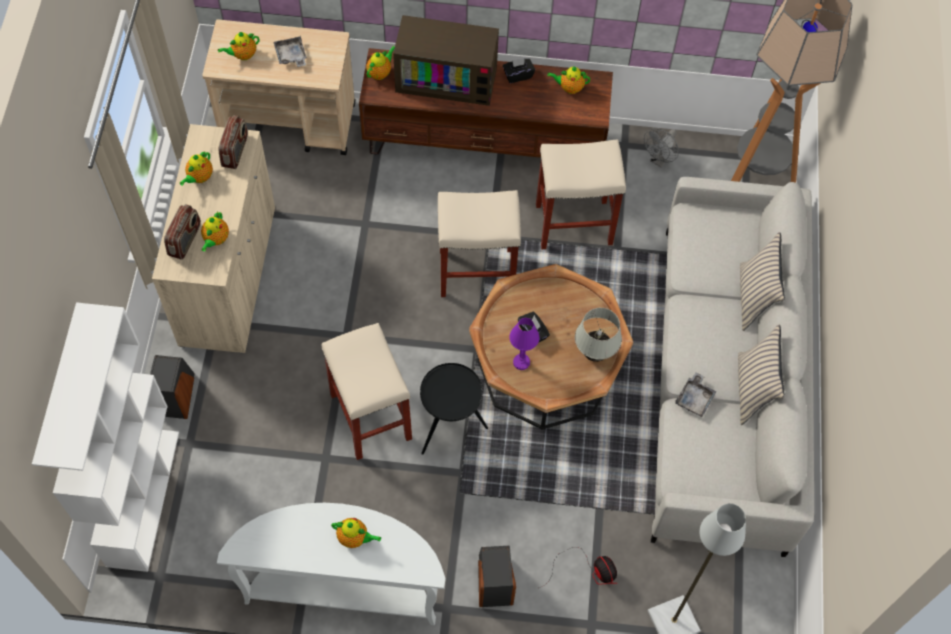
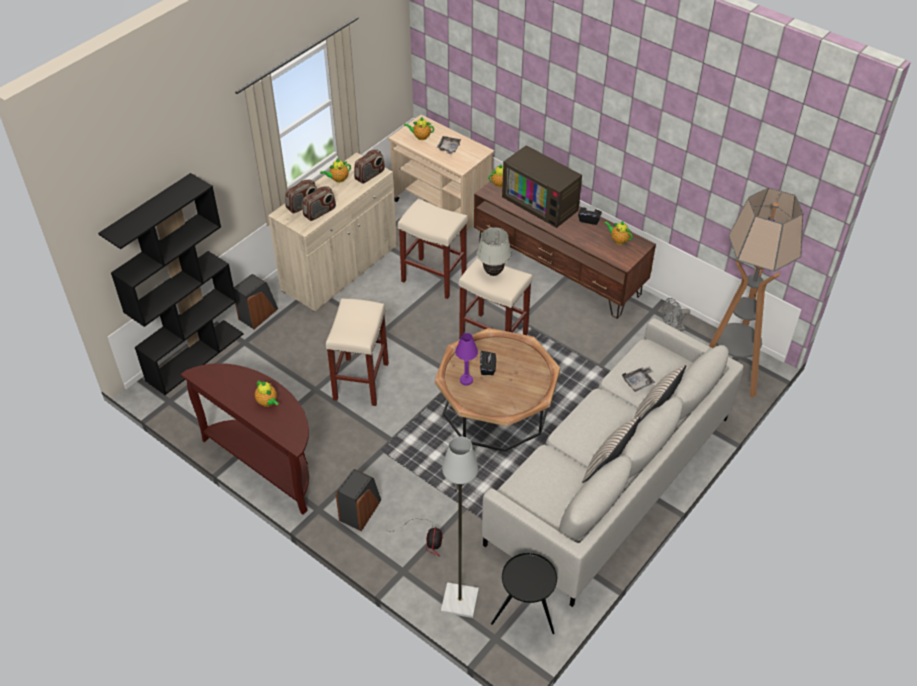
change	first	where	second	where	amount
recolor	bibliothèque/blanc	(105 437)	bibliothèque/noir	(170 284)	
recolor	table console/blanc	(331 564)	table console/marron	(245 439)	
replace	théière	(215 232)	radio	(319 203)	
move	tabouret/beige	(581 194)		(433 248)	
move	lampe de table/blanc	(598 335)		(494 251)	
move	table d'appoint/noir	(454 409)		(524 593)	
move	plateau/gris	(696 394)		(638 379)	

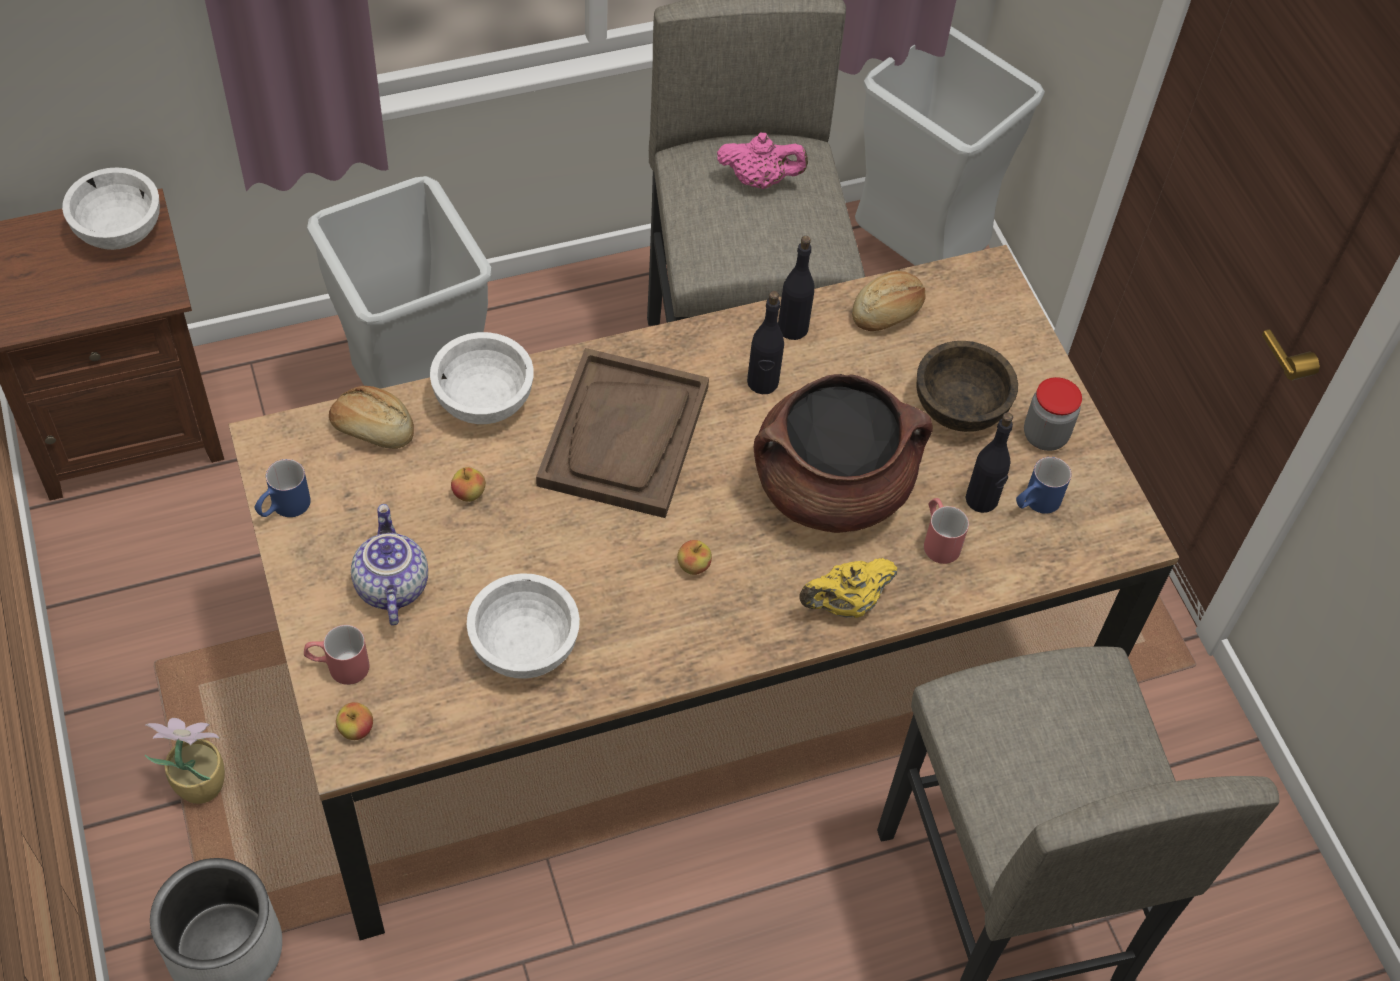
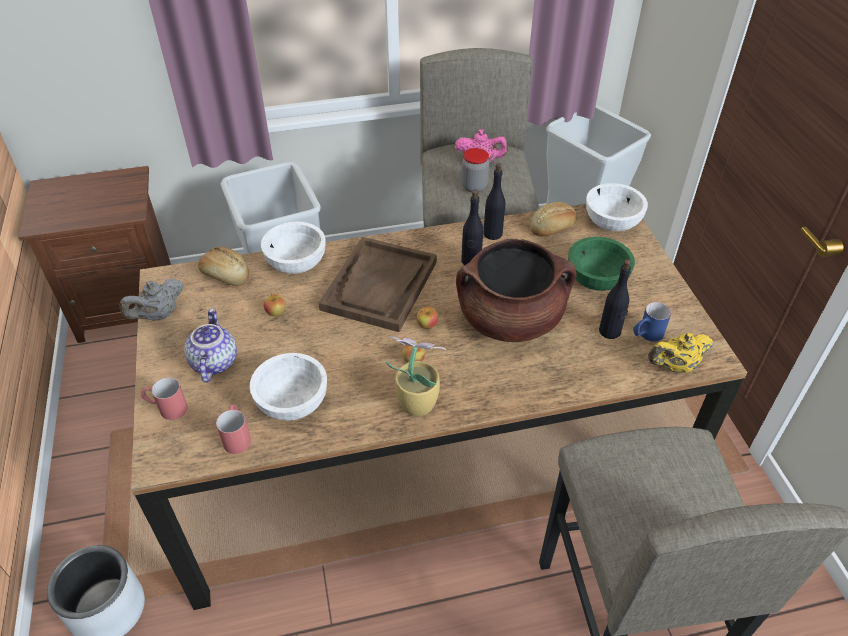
change	first	where	second	where	amount
replace	mug/bleu	(283 488)	théière/gris	(151 300)	
move	mug/rouge	(946 531)		(233 429)	
move	plante en pot	(185 761)		(415 376)	
move	pomme	(354 721)		(427 318)	
move	bocal	(1053 414)		(475 170)	
recolor	bol/marron	(967 386)	bol/vert	(601 264)	
move	bol/blanc	(111 208)		(617 207)	
move	théière/jaune	(848 588)		(680 353)	

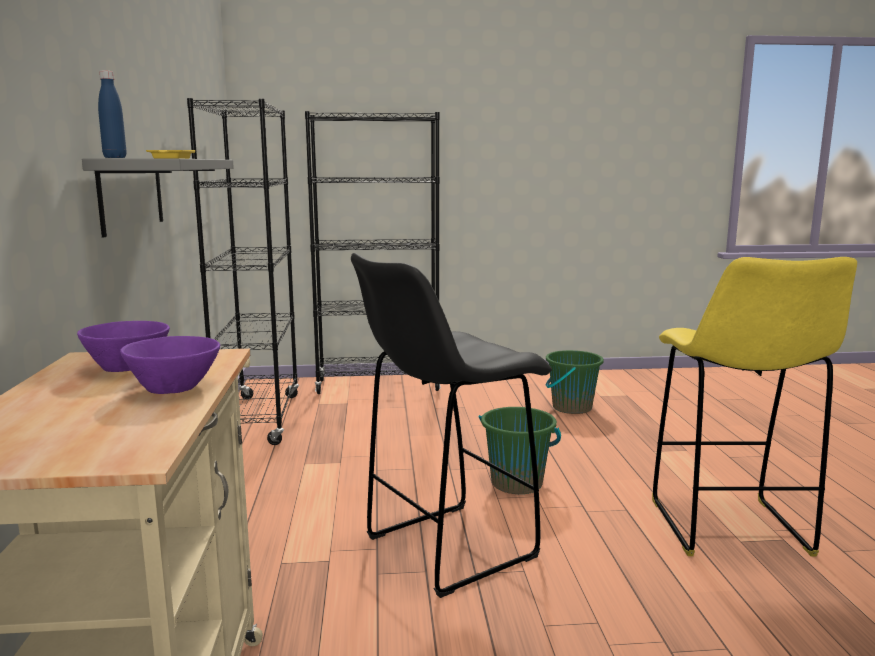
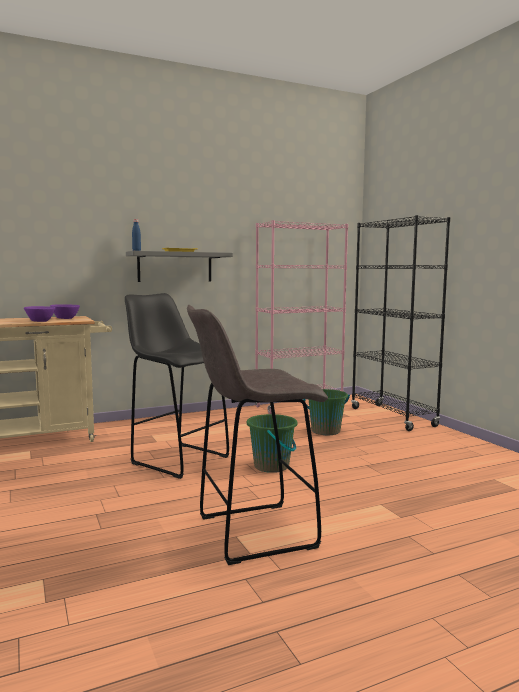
change	first	where	second	where	amount
recolor	tabouret/jaune	(754 406)	tabouret/gris	(257 435)	
recolor	bibliothèque/noir	(243 271)	bibliothèque/rose	(301 317)	
move	seau/vert	(575 382)		(326 412)	

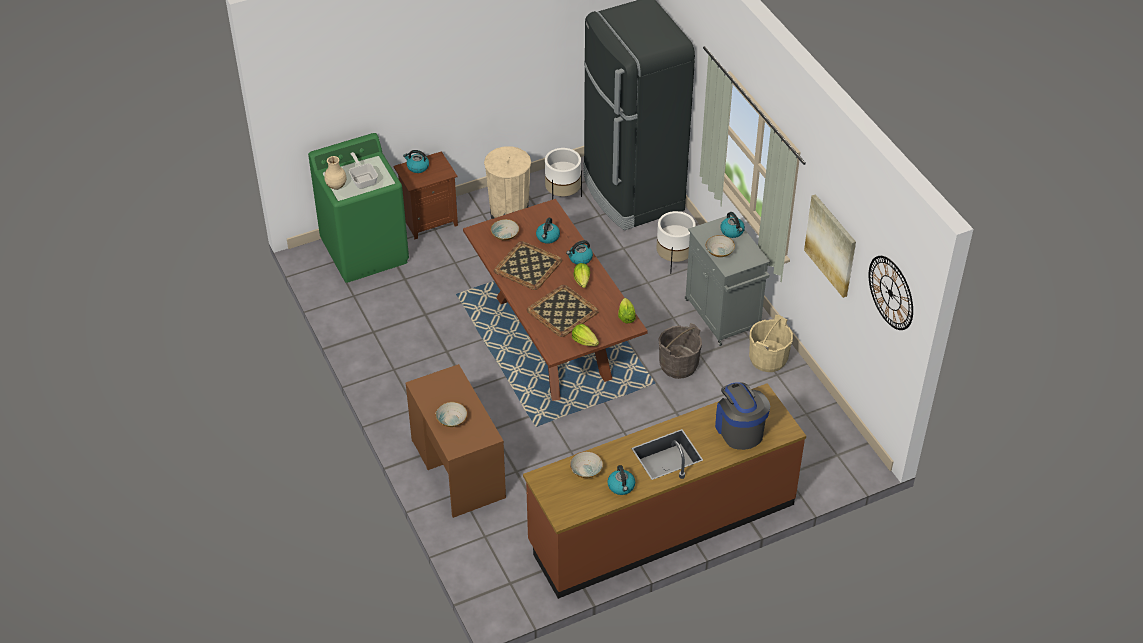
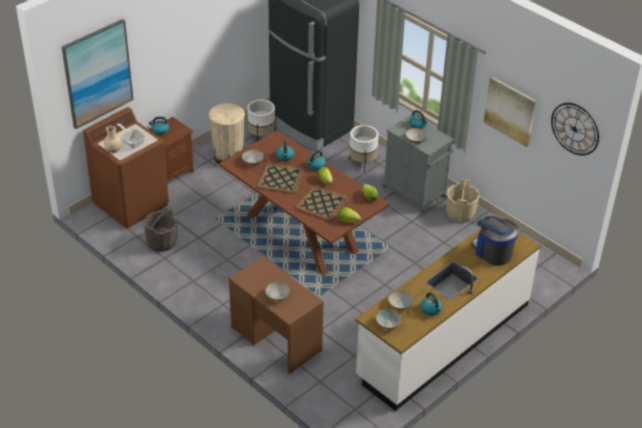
change	first	where	second	where	amount
insert			tableau	(97 74)	
recolor	lave-linge/vert	(358 208)	lave-linge/marron	(126 168)	
move	seau/gris	(680 351)		(160 230)	
recolor	comptoir de cuisine/marron	(664 491)	comptoir de cuisine/blanc	(448 319)	
insert			bol	(389 319)	

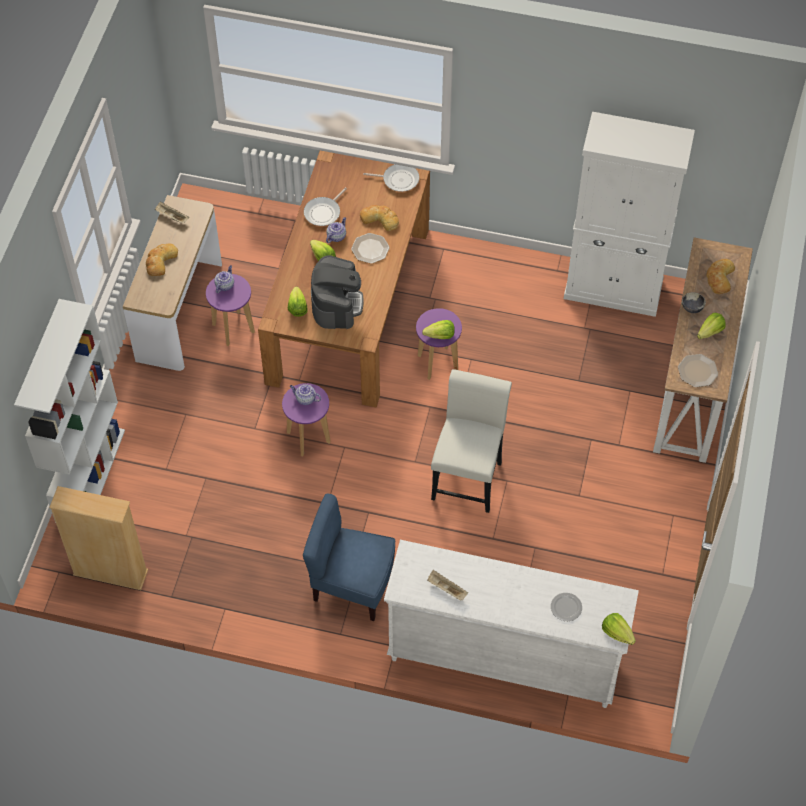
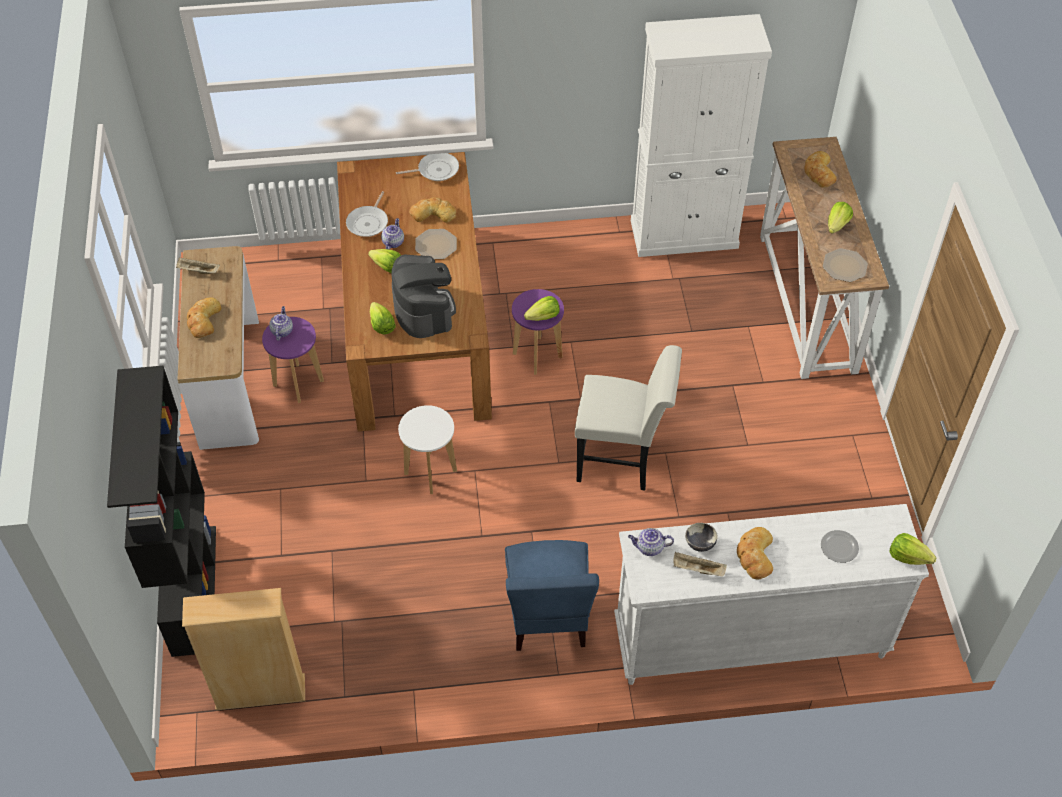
change	first	where	second	where	amount
recolor	bibliothèque/blanc	(69 411)	bibliothèque/noir	(161 511)	
recolor	tabouret/violet	(306 419)	tabouret/blanc	(427 449)	
rotate	chaise/bleu	(349 557)		(552 595)	90 degrees counterclockwise
rotate	chaise/blanc	(471 441)		(628 418)	105 degrees clockwise
move	théière	(305 395)		(651 542)	
move	bol	(694 302)		(701 537)	
insert			pain	(755 553)	

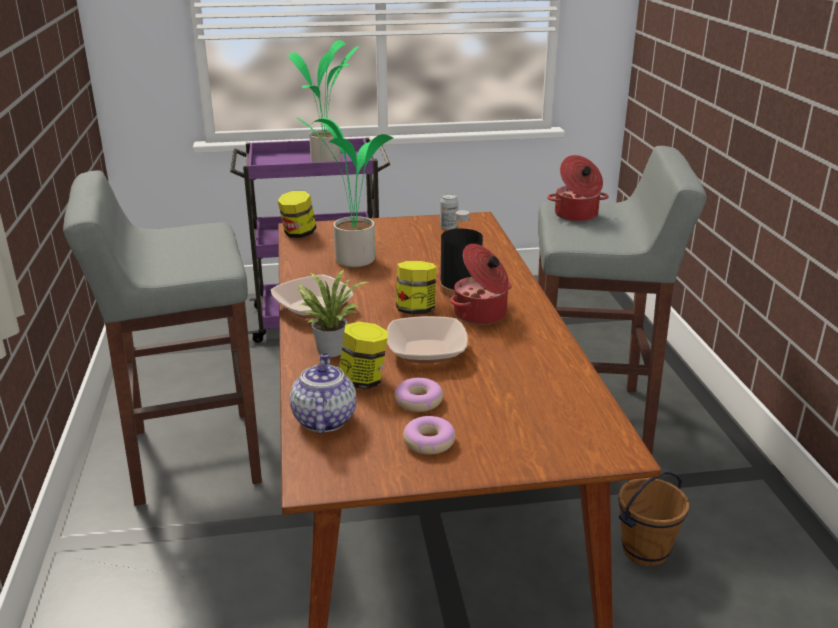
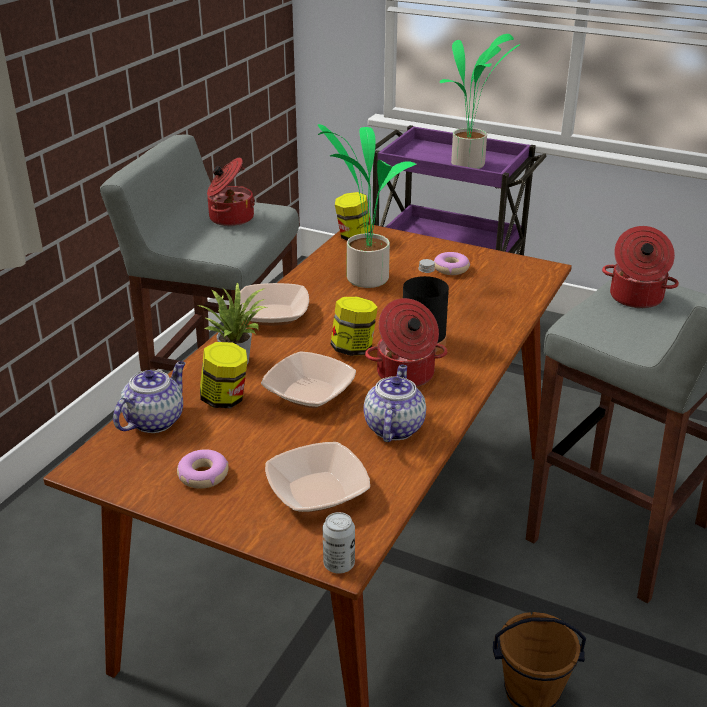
change	first	where	second	where	amount
insert			marmite	(231 192)	
insert			bol	(317 477)	
move	boîte métallique	(449 212)		(339 543)	
insert			théière	(394 403)	
move	beignet	(419 395)		(452 263)	

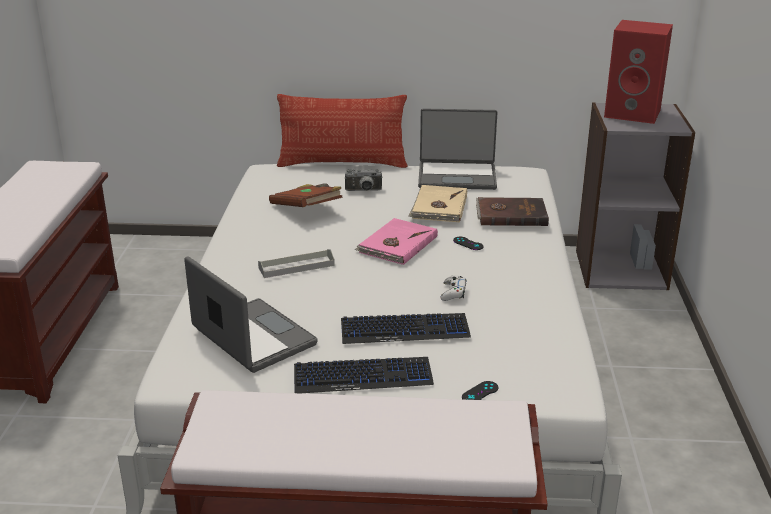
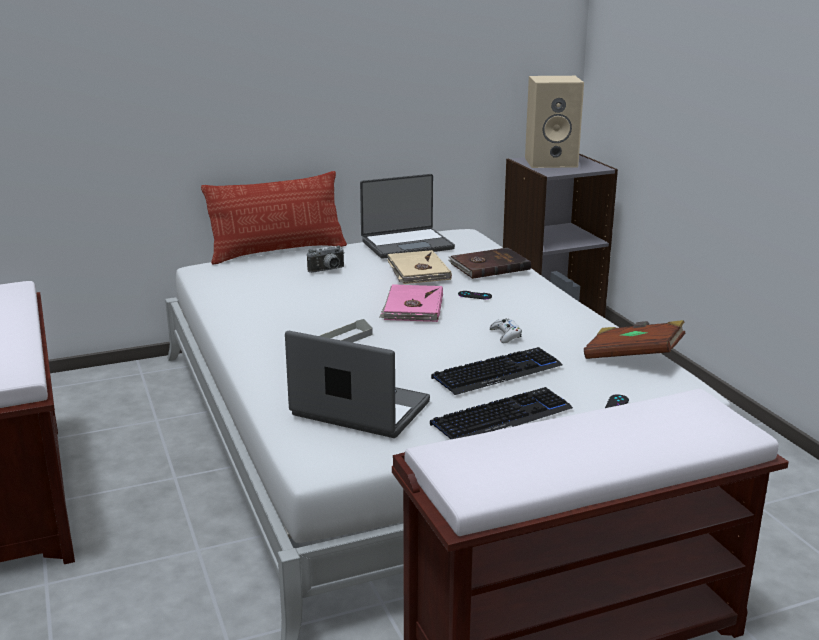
change	first	where	second	where	amount
recolor	enceinte/rouge	(638 72)	enceinte/beige	(554 122)	
move	livre/marron	(306 195)		(635 339)	

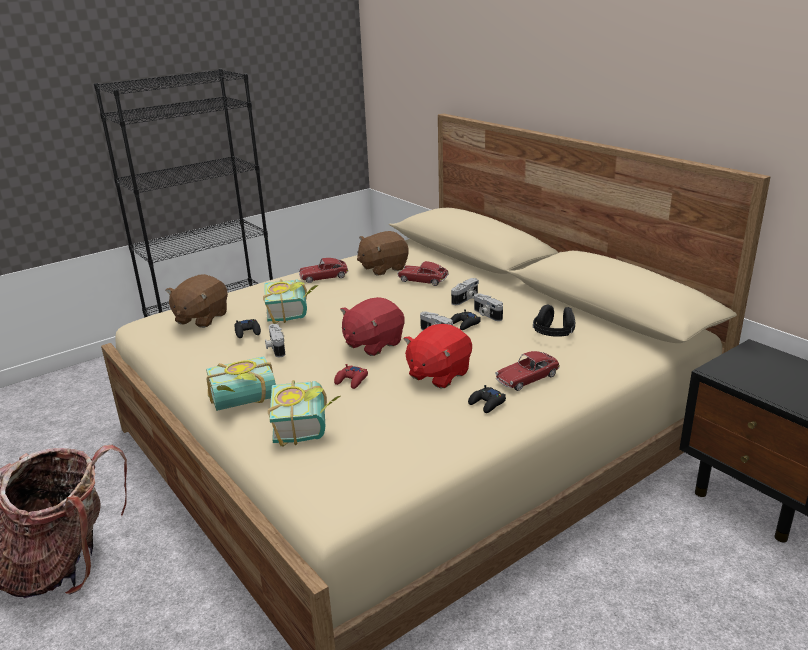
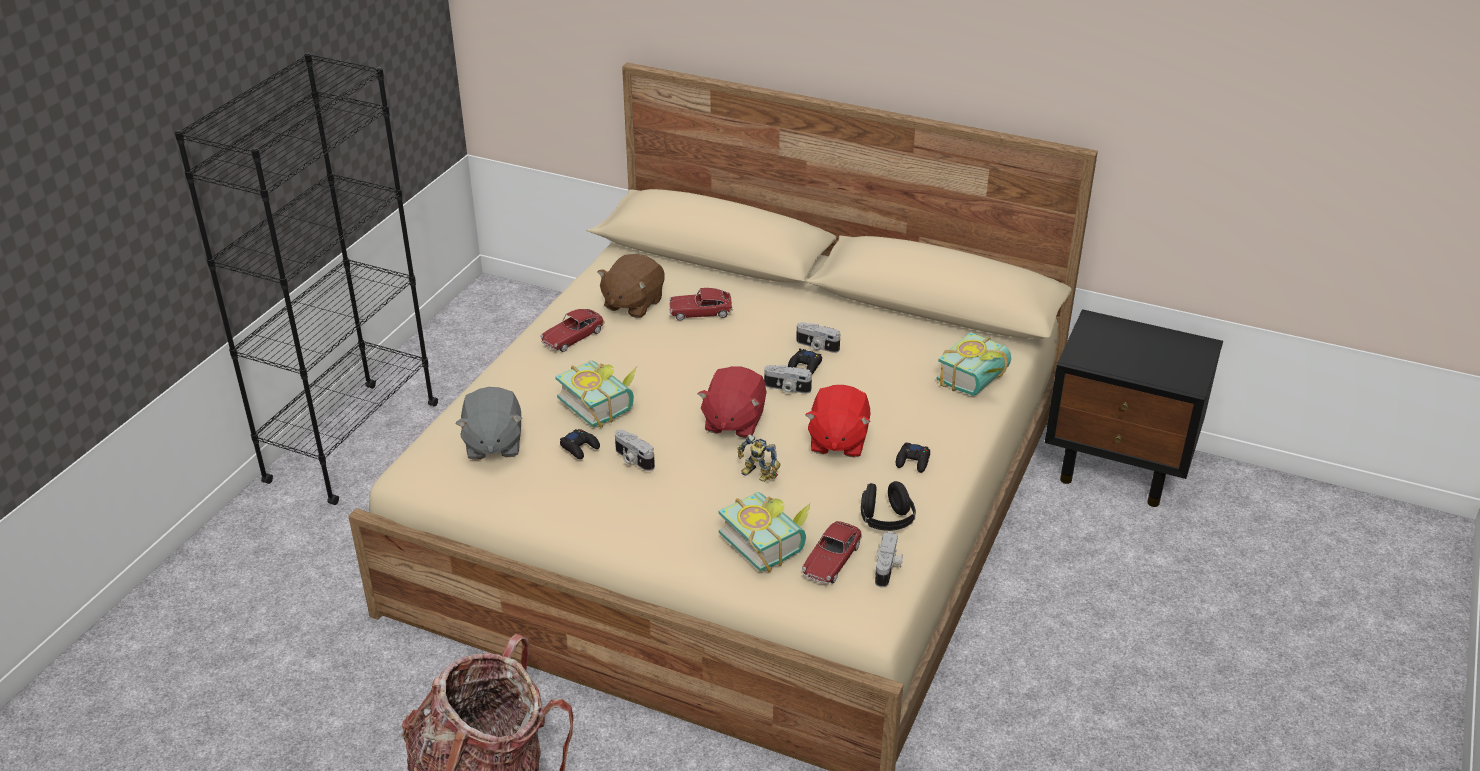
change	first	where	second	where	amount
recolor	peluche/marron	(196 301)	peluche/gris	(489 423)	
replace	manette/rouge	(351 376)	robot jouet	(759 458)	
move	petite voiture	(527 371)		(832 552)	
move	casque audio/noir	(554 321)		(888 506)	
move	appareil photo	(465 291)		(889 559)	
move	livre	(241 383)		(973 364)	

